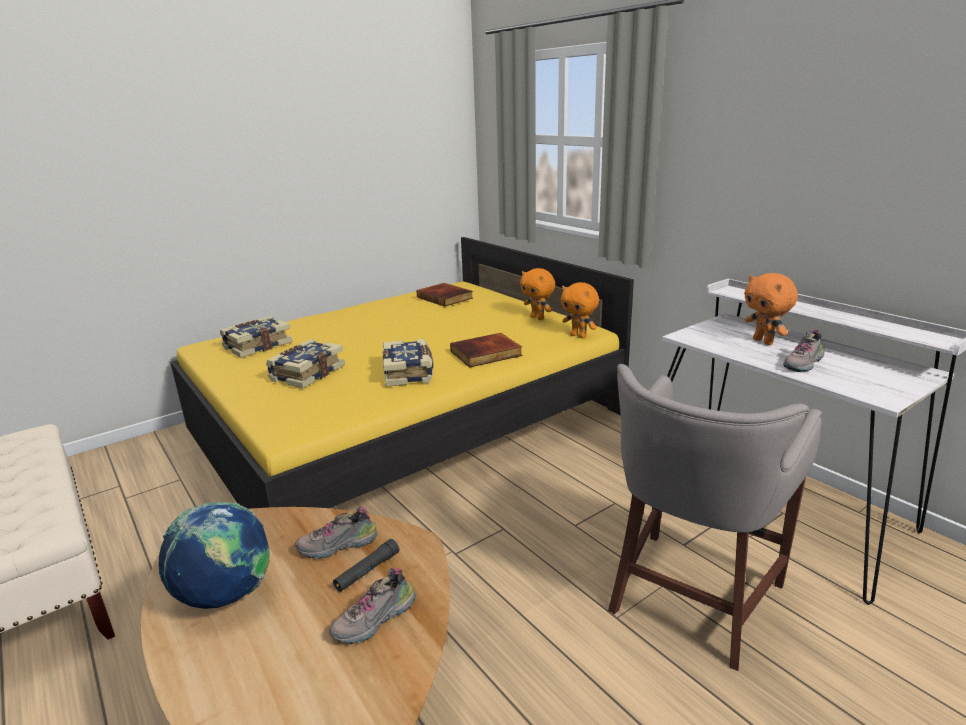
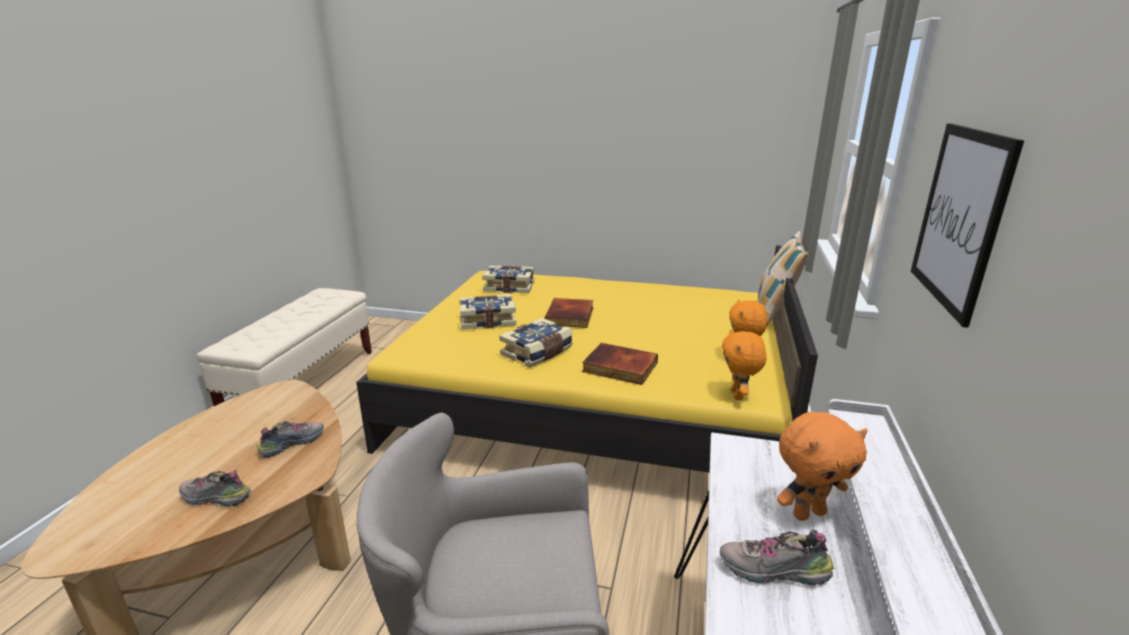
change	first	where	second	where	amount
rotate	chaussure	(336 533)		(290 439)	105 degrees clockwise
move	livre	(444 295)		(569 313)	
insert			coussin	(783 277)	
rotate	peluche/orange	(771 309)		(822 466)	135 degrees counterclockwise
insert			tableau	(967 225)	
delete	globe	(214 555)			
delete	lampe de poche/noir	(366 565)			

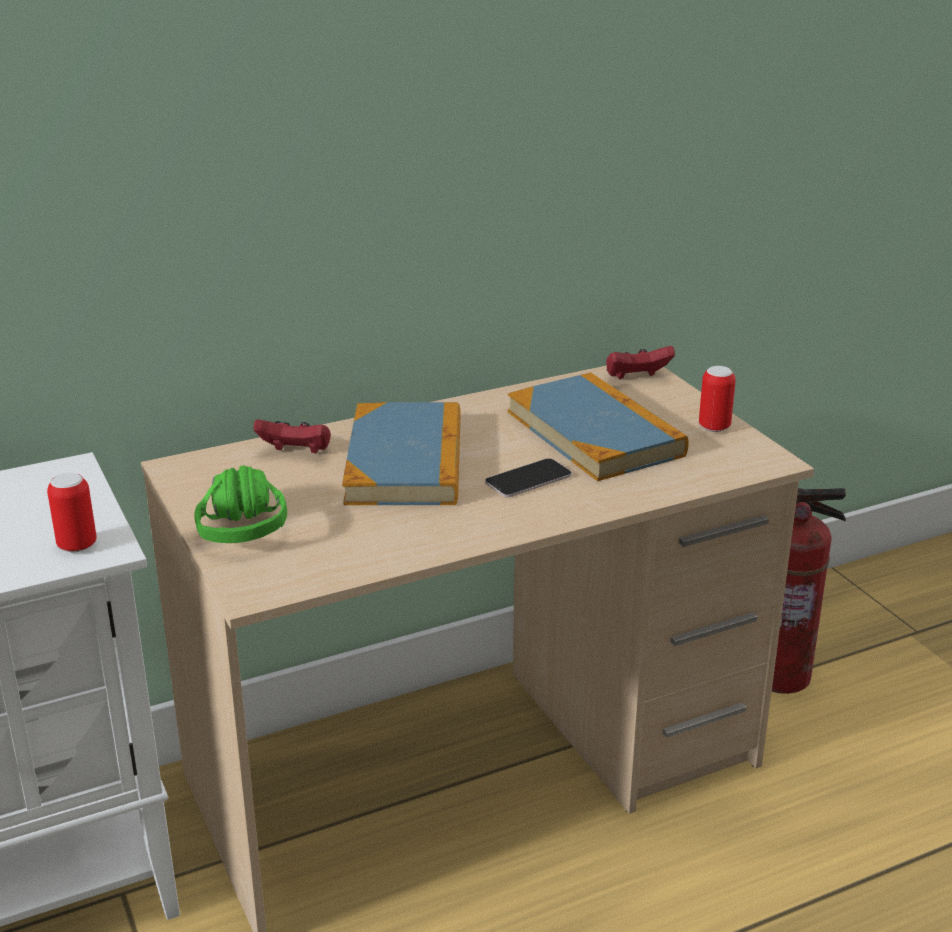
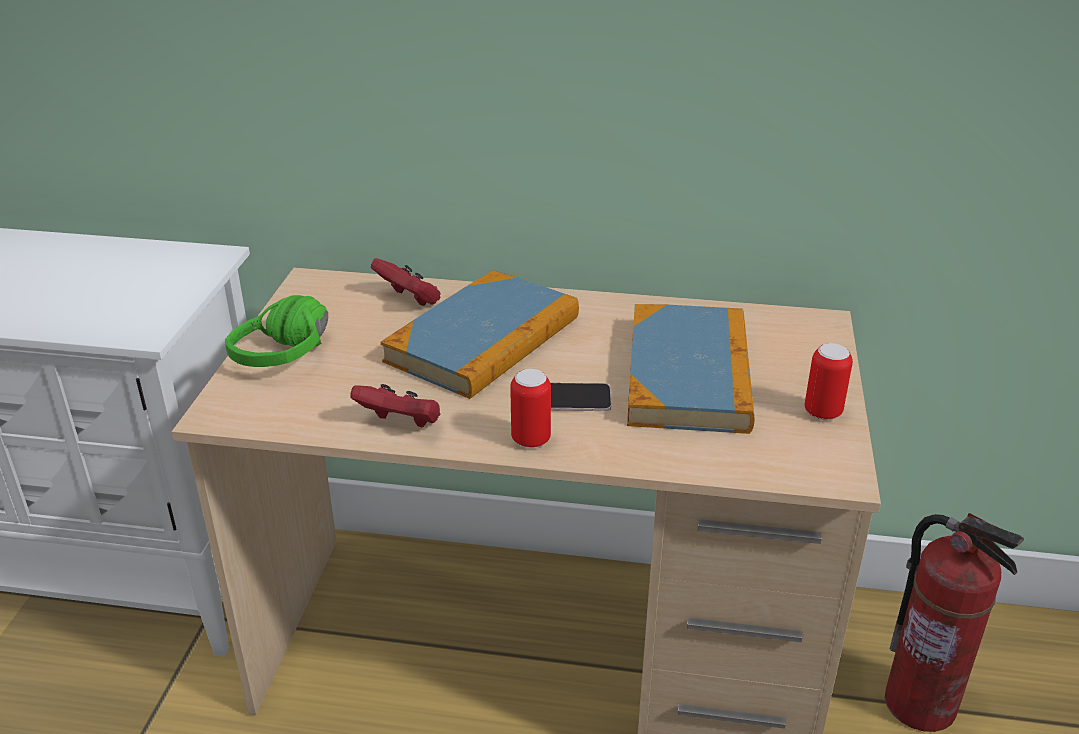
change	first	where	second	where	amount
move	manette/rouge	(640 362)		(395 406)	
move	boîte métallique	(72 512)		(530 408)	

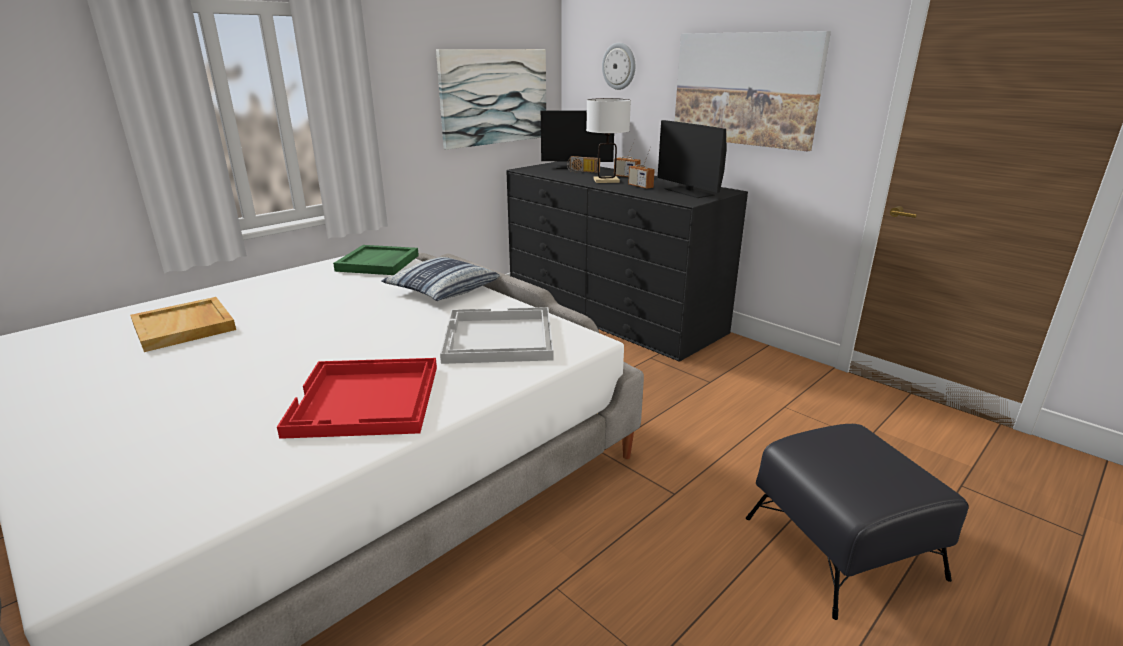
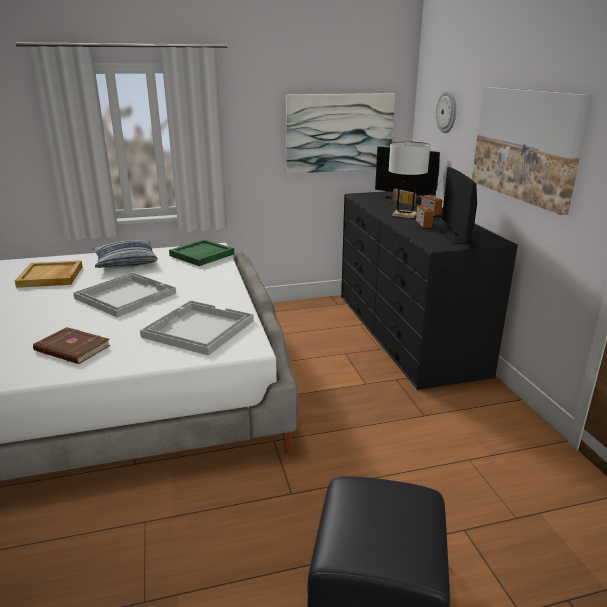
change	first	where	second	where	amount
replace	plateau/rouge	(357 398)	livre/marron	(71 345)	
insert			plateau/blanc	(124 294)	
move	coussin	(440 279)		(125 254)	

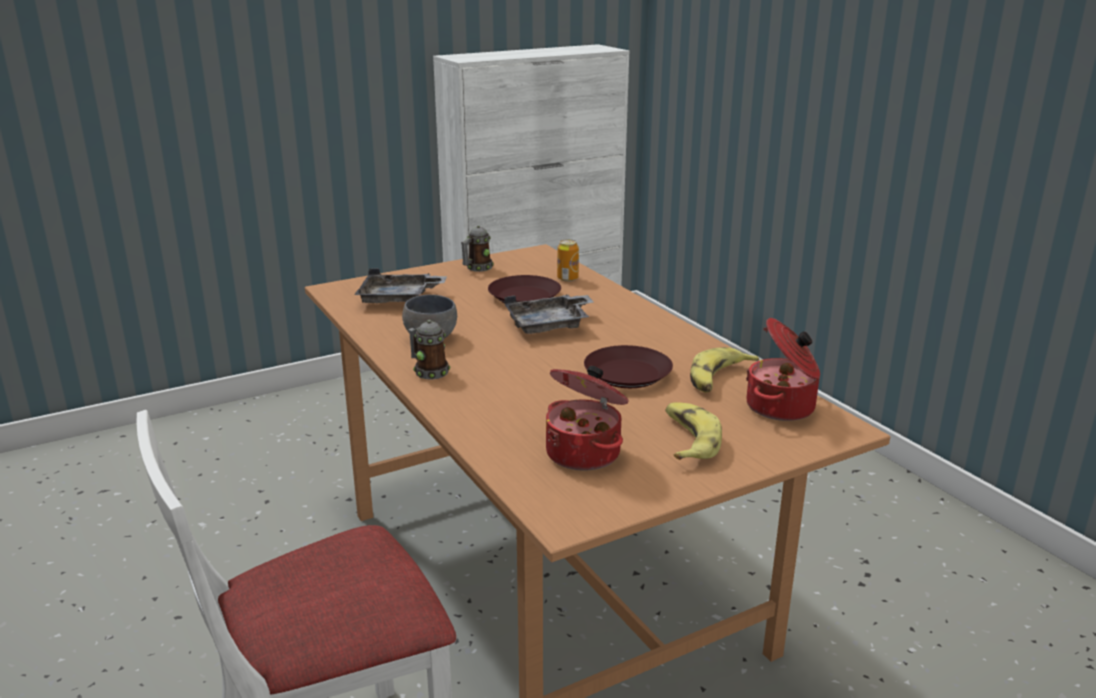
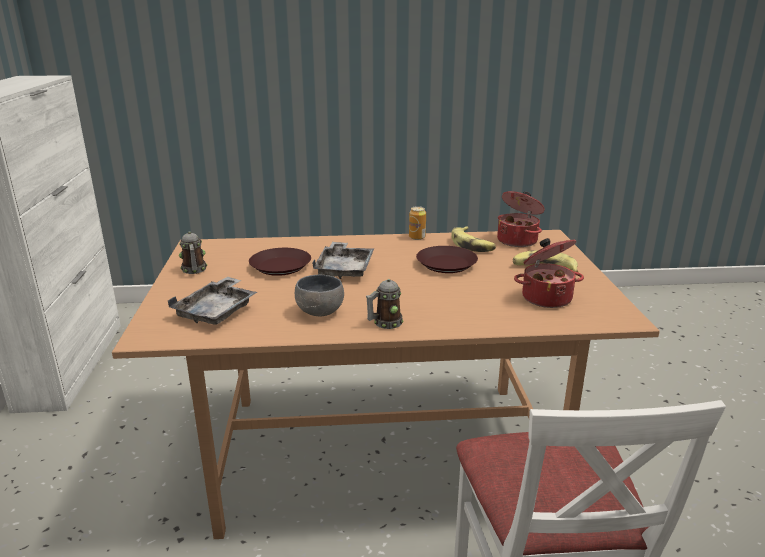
change	first	where	second	where	amount
move	boîte métallique	(568 260)		(417 223)	

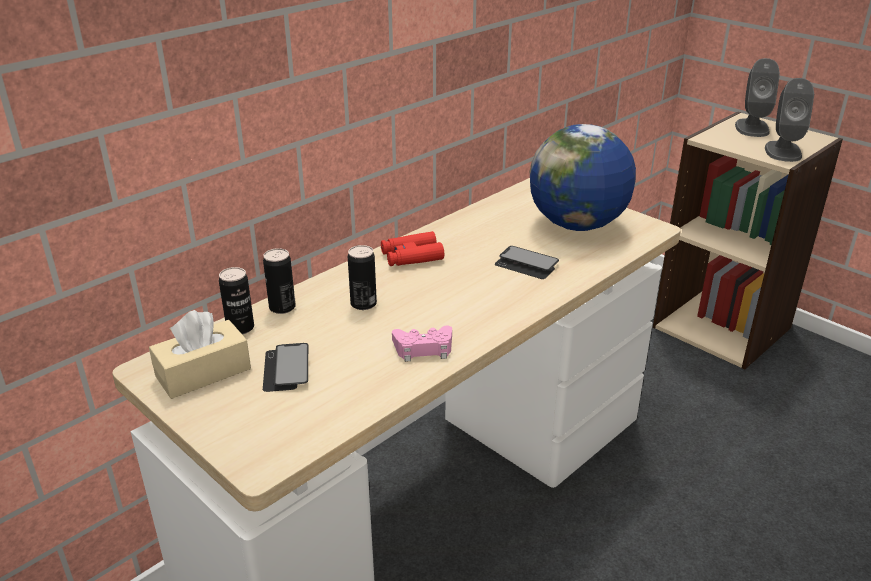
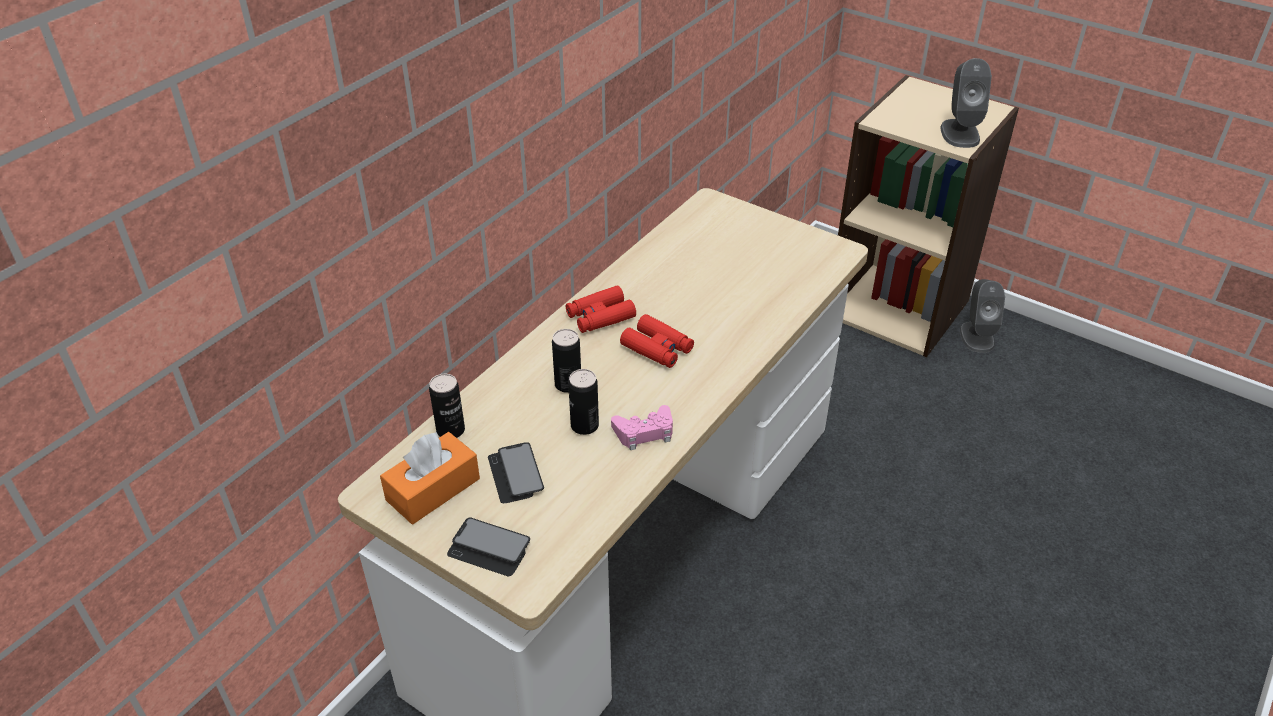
change	first	where	second	where	amount
recolor	boîte à mouchoirs/beige	(200 354)	boîte à mouchoirs/orange	(430 478)	
move	téléphone	(527 262)		(488 547)	
move	boîte métallique	(279 281)		(583 402)	
insert			jumelles/rouge	(657 341)	
move	enceinte/gris	(757 97)		(982 316)	
delete	globe	(583 177)			

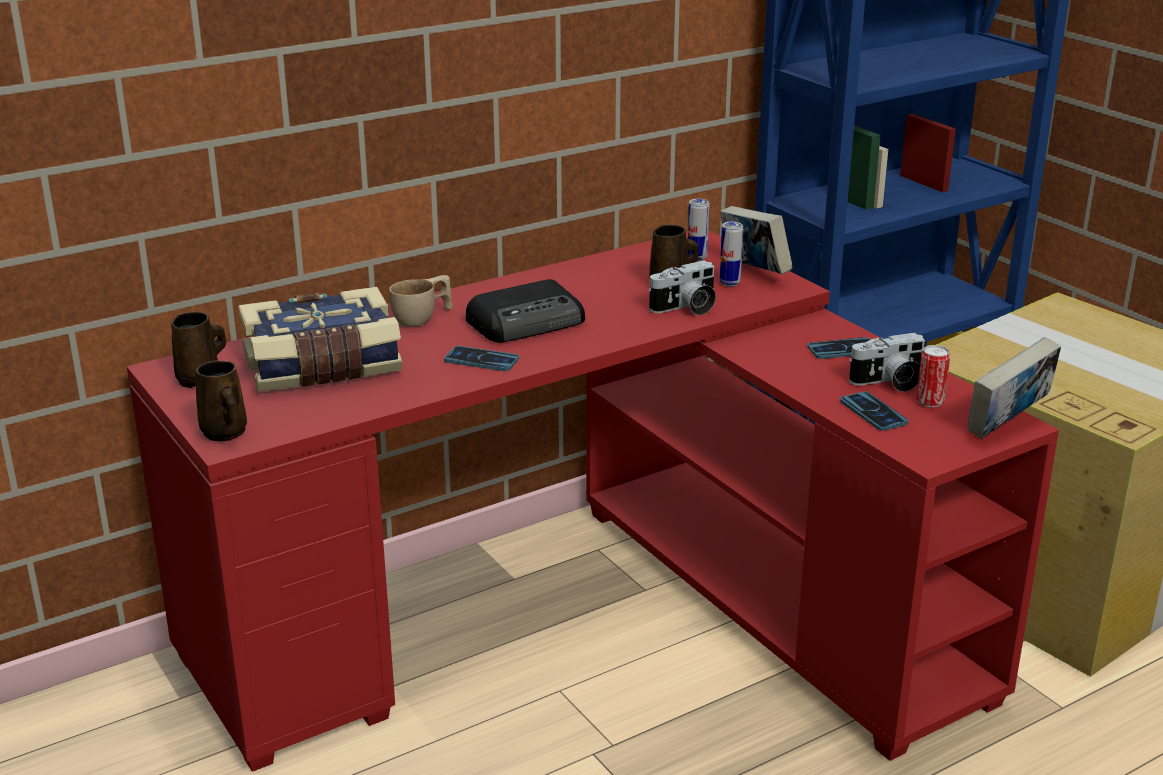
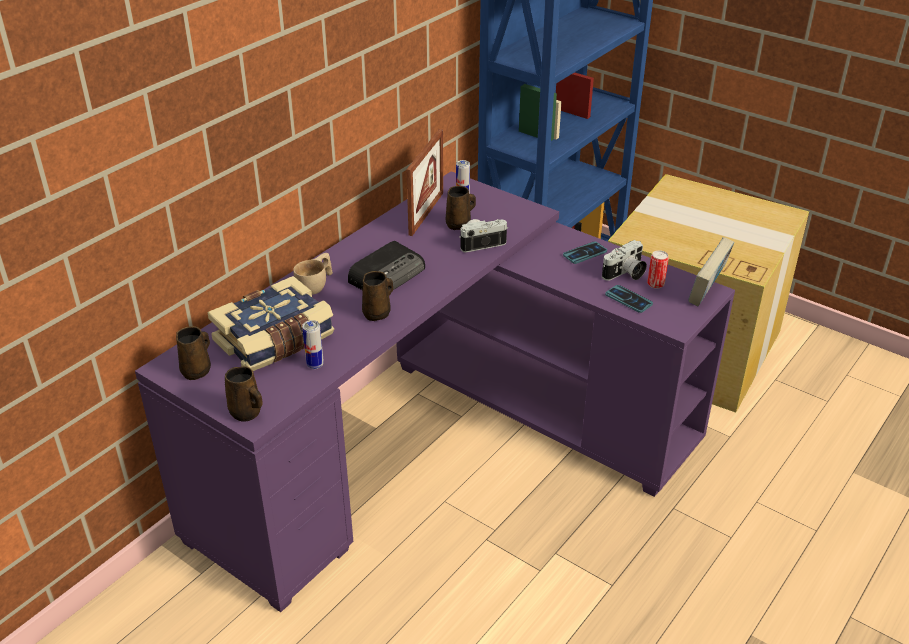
change	first	where	second	where	amount
recolor	bureau/rouge	(593 501)	bureau/violet	(435 391)	
move	boîte métallique	(731 253)		(313 344)	
replace	téléphone	(481 358)	mug/marron	(377 296)	
insert			cadre photo	(424 182)	
rotate	appareil photo	(682 287)		(483 236)	150 degrees counterclockwise
delete	livre	(756 240)			

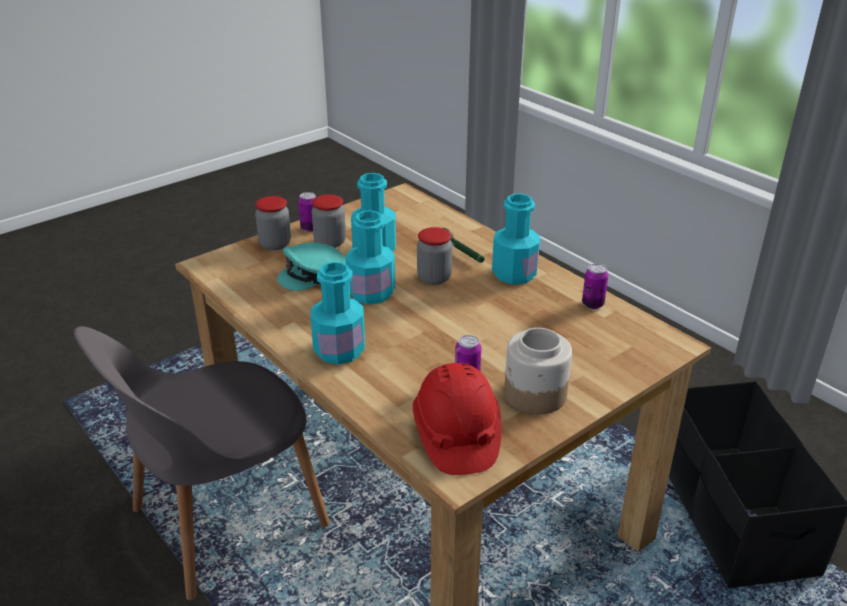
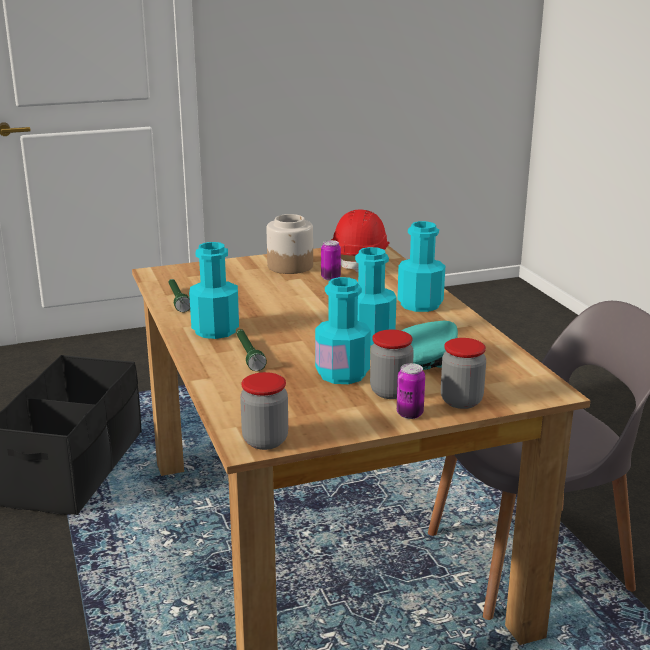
change	first	where	second	where	amount
replace	boîte métallique	(595 286)	lampe de poche/vert	(179 295)	
move	bocal	(434 256)		(264 411)	

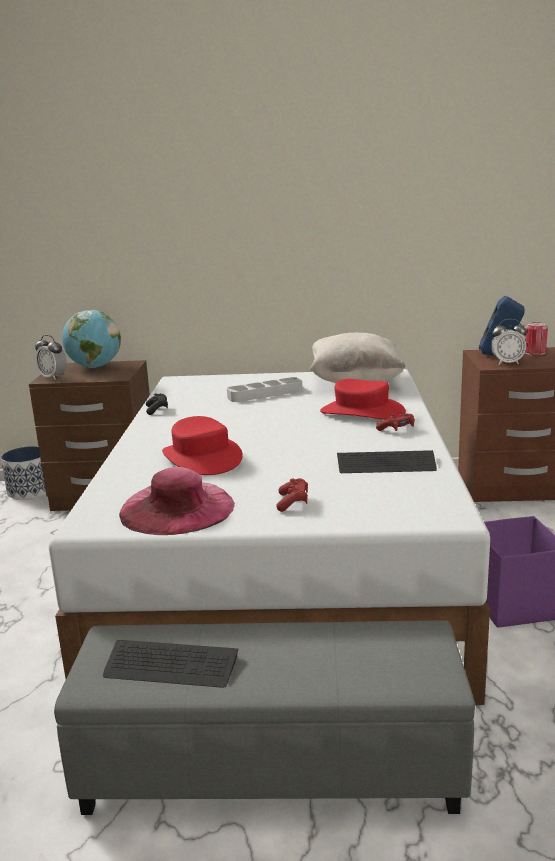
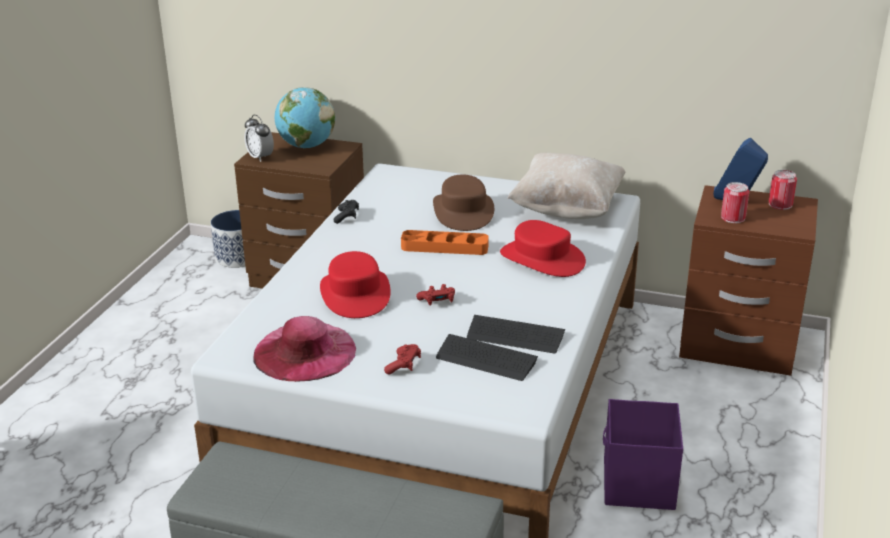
change	first	where	second	where	amount
insert			plateau/orange	(445 242)	
move	manette/rouge	(395 421)		(435 295)	
replace	plateau/gris	(265 389)	chapeau/marron	(463 203)	
move	clavier	(170 664)		(487 357)	
replace	réveil	(509 342)	boîte métallique	(735 202)	

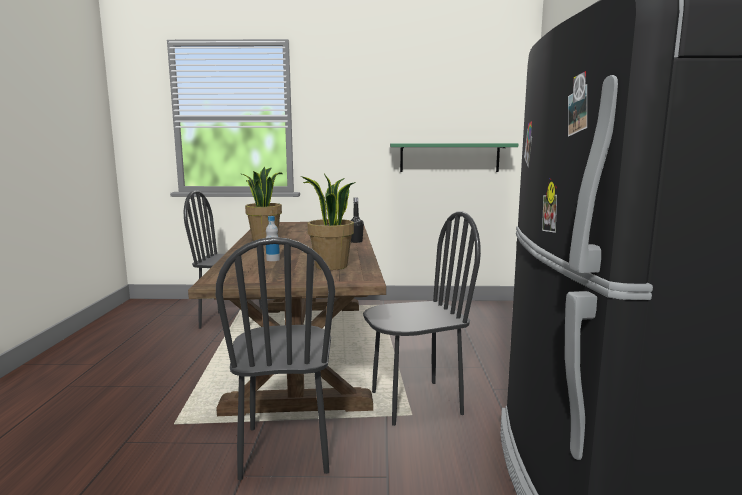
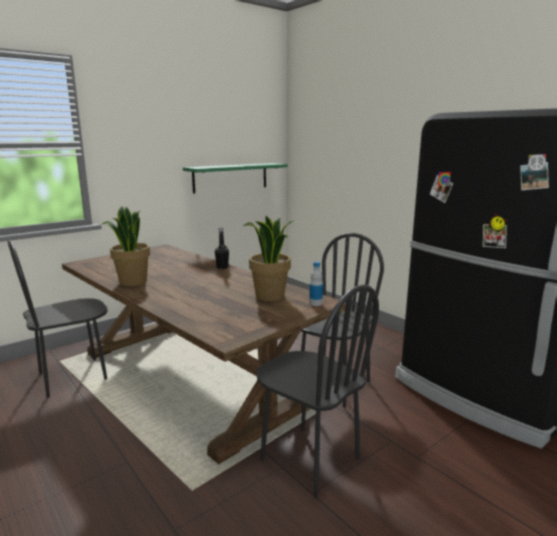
change	first	where	second	where	amount
move	bouteille	(273 238)		(316 283)	

